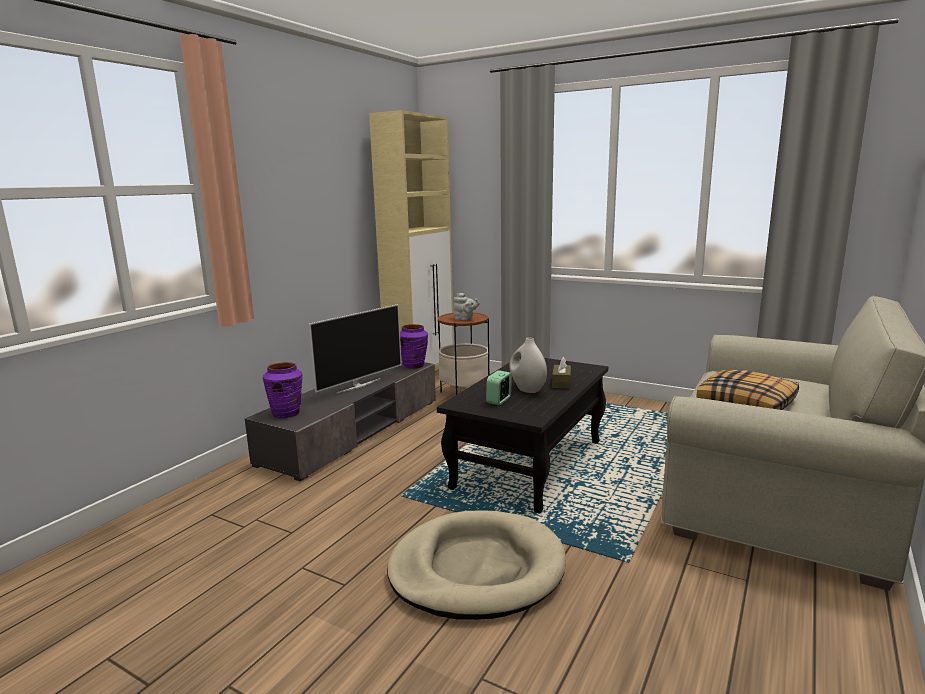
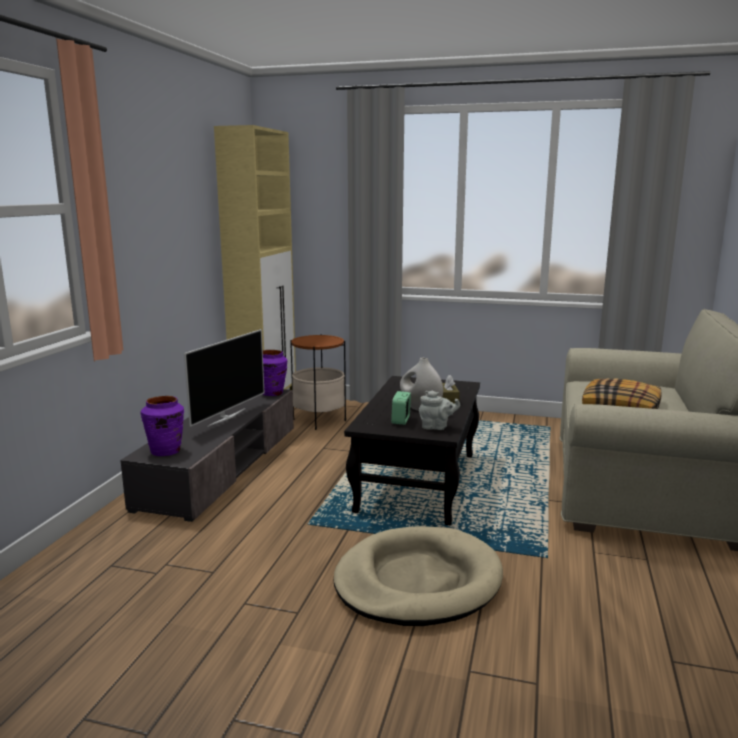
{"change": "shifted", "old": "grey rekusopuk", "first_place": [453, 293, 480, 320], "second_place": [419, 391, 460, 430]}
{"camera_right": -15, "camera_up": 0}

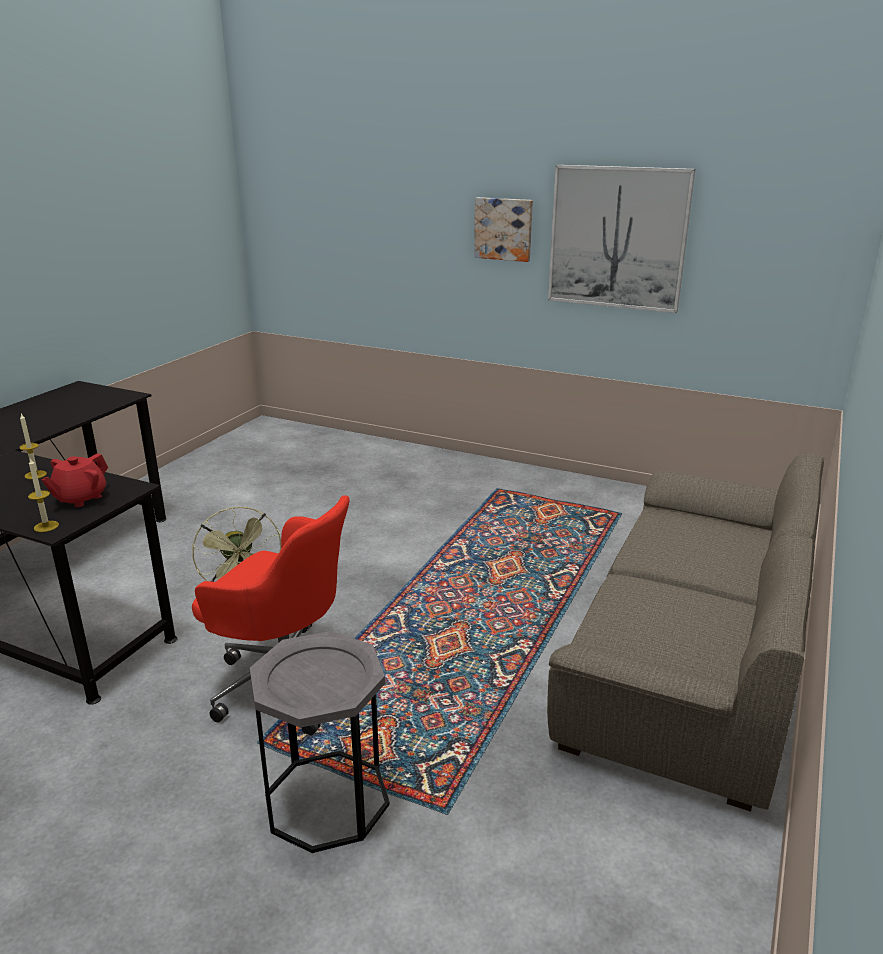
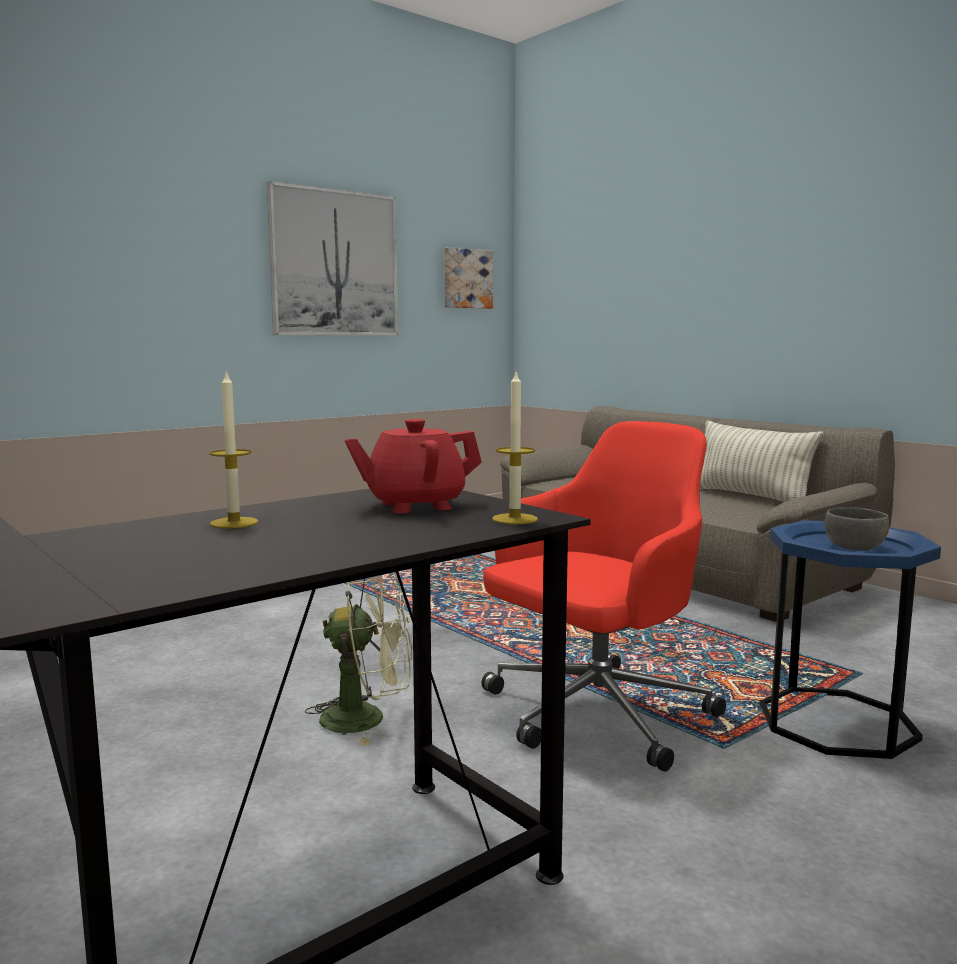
{"change": "rotated", "old": "red rekusopuk", "first_place": [42, 453, 108, 507], "second_place": [345, 419, 482, 513], "degrees": 105}
{"change": "shifted", "old": "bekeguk", "first_place": [474, 197, 533, 262], "second_place": [445, 247, 493, 309]}
{"change": "new", "new": "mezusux", "second_place": [700, 421, 824, 502]}
{"change": "repainted", "old": "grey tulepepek", "new": "blue tulepepek", "first_place": [250, 631, 390, 853], "second_place": [760, 520, 941, 759]}
{"change": "new", "new": "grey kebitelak", "second_place": [825, 507, 889, 551]}
{"camera_right": -65, "camera_up": -15}

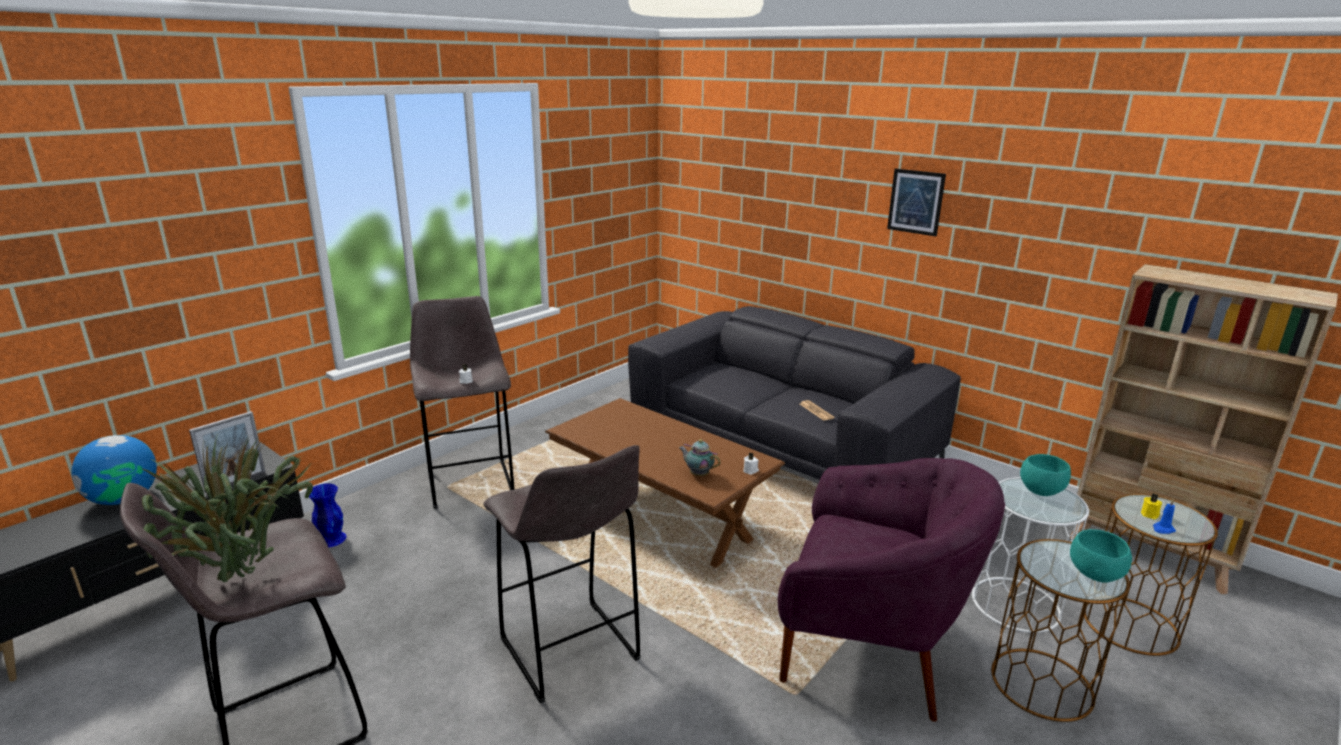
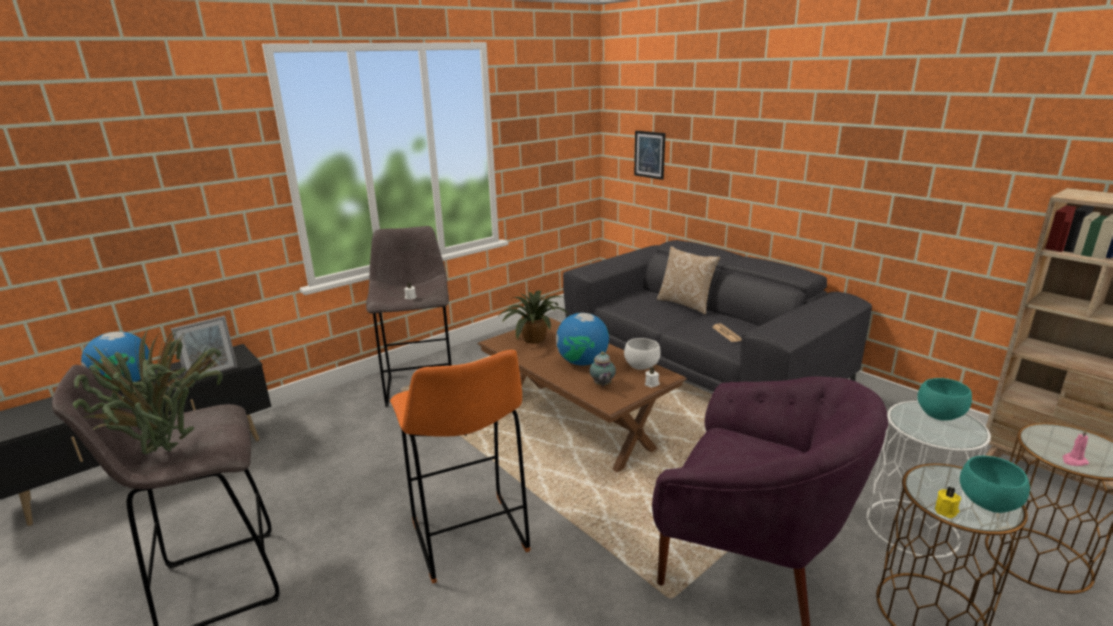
{"change": "repainted", "old": "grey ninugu", "new": "orange ninugu", "first_place": [483, 445, 641, 703], "second_place": [390, 350, 531, 584]}
{"change": "new", "new": "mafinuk", "second_place": [497, 291, 568, 344]}
{"change": "new", "new": "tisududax", "second_place": [556, 313, 609, 366]}
{"change": "rotated", "old": "rekusopuk", "first_place": [679, 439, 720, 476], "second_place": [590, 352, 616, 386], "degrees": -135}
{"change": "new", "new": "white kebitelak", "second_place": [624, 338, 660, 370]}
{"change": "shifted", "old": "bekeguk", "first_place": [887, 169, 946, 236], "second_place": [634, 131, 665, 180]}
{"change": "new", "new": "mezusux", "second_place": [657, 246, 720, 314]}
{"change": "shifted", "old": "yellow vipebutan", "first_place": [1141, 494, 1162, 520], "second_place": [935, 487, 961, 518]}
{"change": "repainted", "old": "blue vipebutan", "new": "pink vipebutan", "first_place": [1153, 499, 1176, 534], "second_place": [1062, 430, 1089, 466]}
{"change": "gone", "old": "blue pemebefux", "first_place": [309, 483, 347, 547]}
{"camera_right": 10, "camera_up": 0}

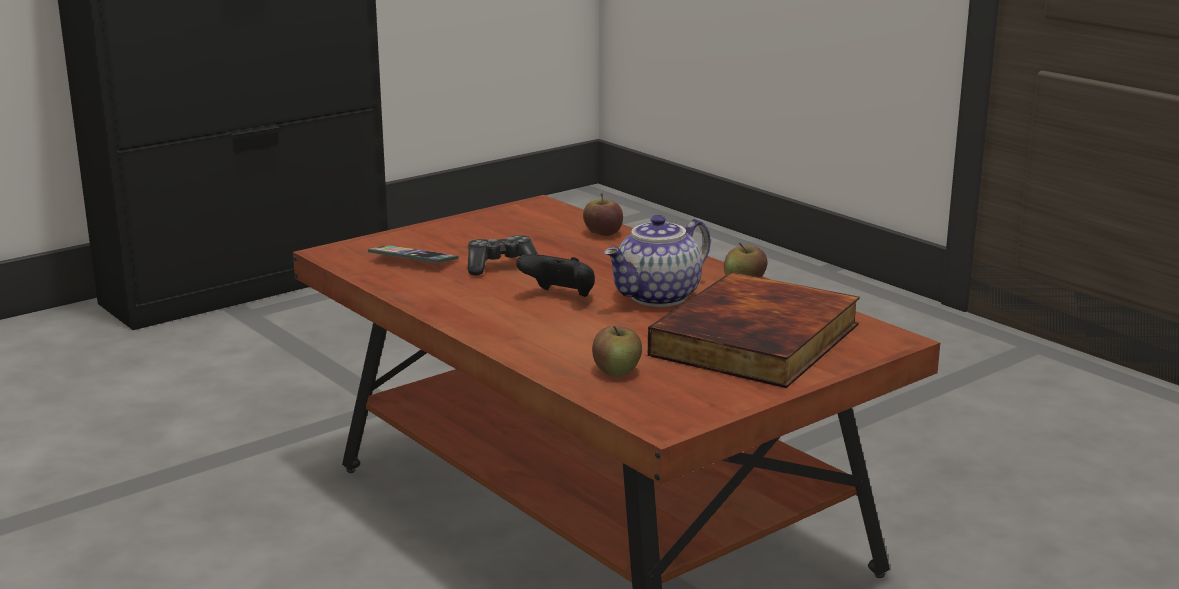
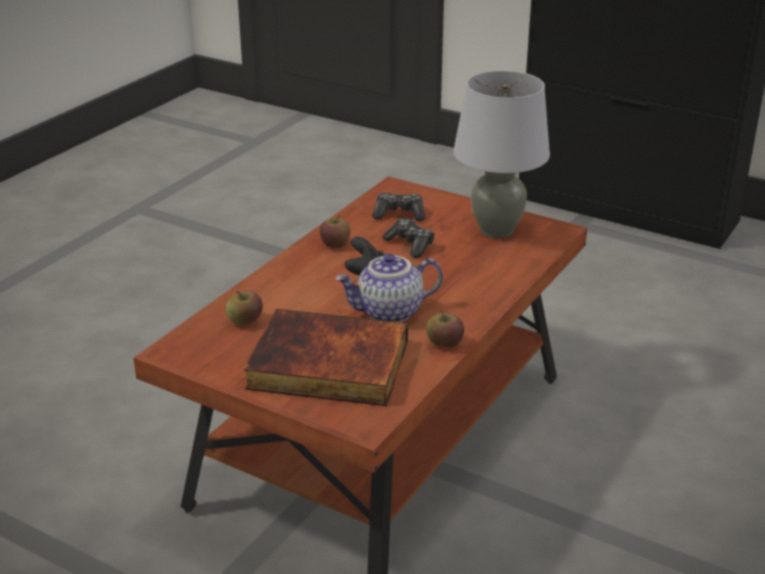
{"change": "shifted", "old": "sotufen", "first_place": [583, 193, 623, 236], "second_place": [320, 215, 350, 248]}
{"change": "rotated", "old": "rekusopuk", "first_place": [604, 215, 711, 307], "second_place": [335, 253, 443, 322], "degrees": -45}
{"change": "swapped", "old": "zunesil", "new": "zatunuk", "first_place": [368, 245, 459, 263], "second_place": [372, 193, 425, 221]}
{"change": "new", "new": "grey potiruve", "second_place": [453, 70, 550, 238]}
{"camera_right": 70, "camera_up": 10}

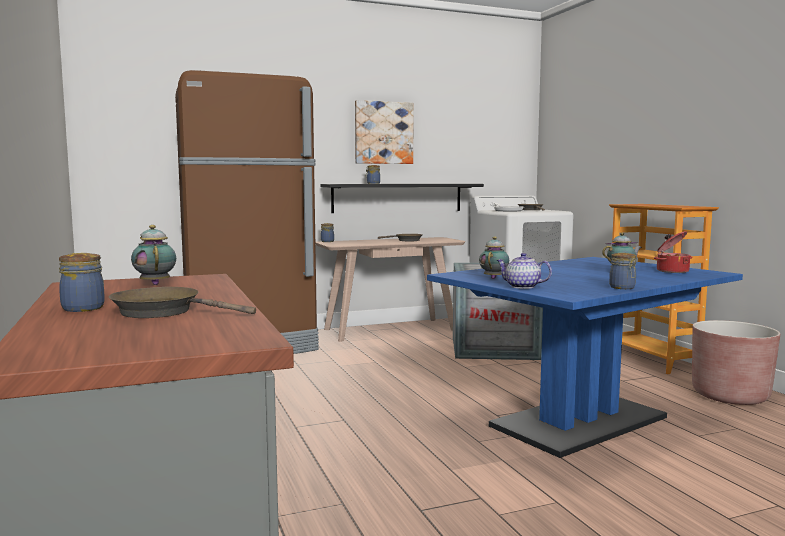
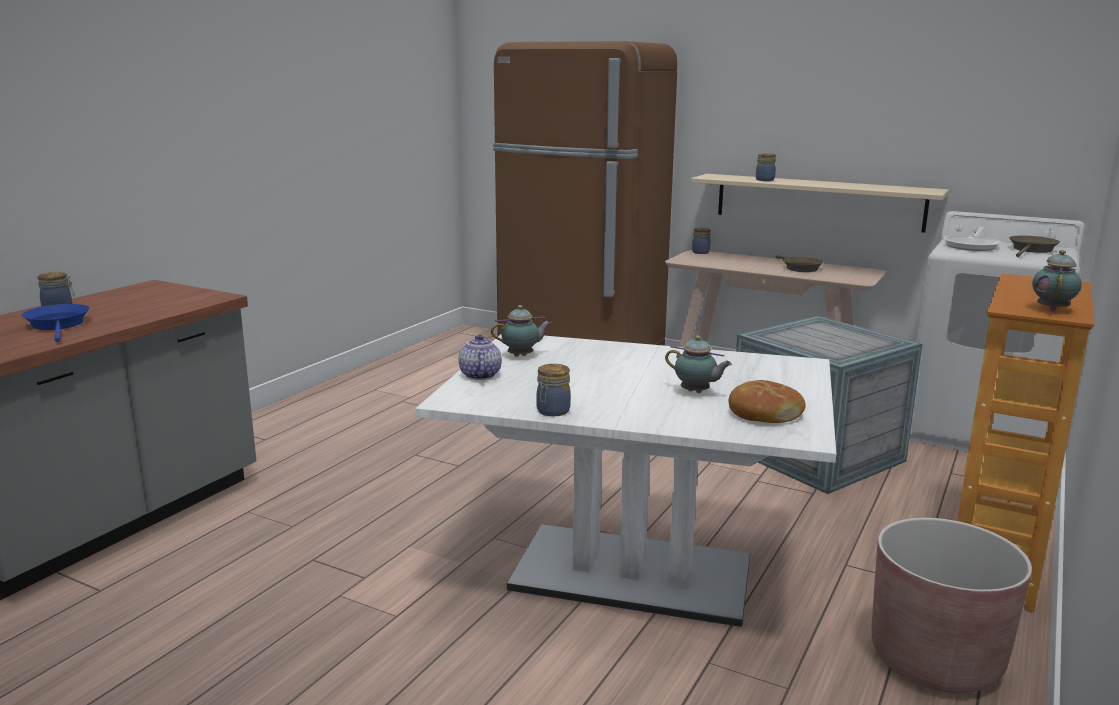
{"change": "repainted", "old": "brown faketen", "new": "blue faketen", "first_place": [108, 287, 256, 318], "second_place": [22, 304, 89, 342]}
{"change": "repainted", "old": "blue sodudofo", "new": "white sodudofo", "first_place": [427, 257, 743, 458], "second_place": [415, 334, 836, 627]}
{"change": "repainted", "old": "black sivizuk", "new": "beige sivizuk", "first_place": [320, 184, 484, 213], "second_place": [691, 174, 949, 233]}
{"change": "swapped", "old": "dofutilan", "new": "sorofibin", "first_place": [654, 231, 693, 273], "second_place": [729, 380, 806, 423]}
{"change": "shifted", "old": "rekusopuk", "first_place": [131, 225, 176, 285], "second_place": [1032, 250, 1082, 311]}
{"change": "gone", "old": "bekeguk", "first_place": [355, 100, 414, 164]}
{"camera_right": 50, "camera_up": 10}

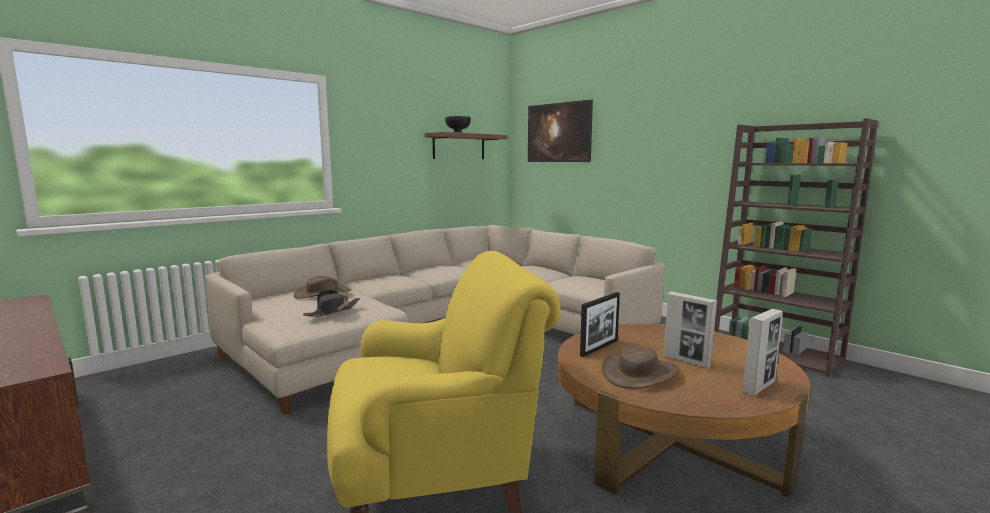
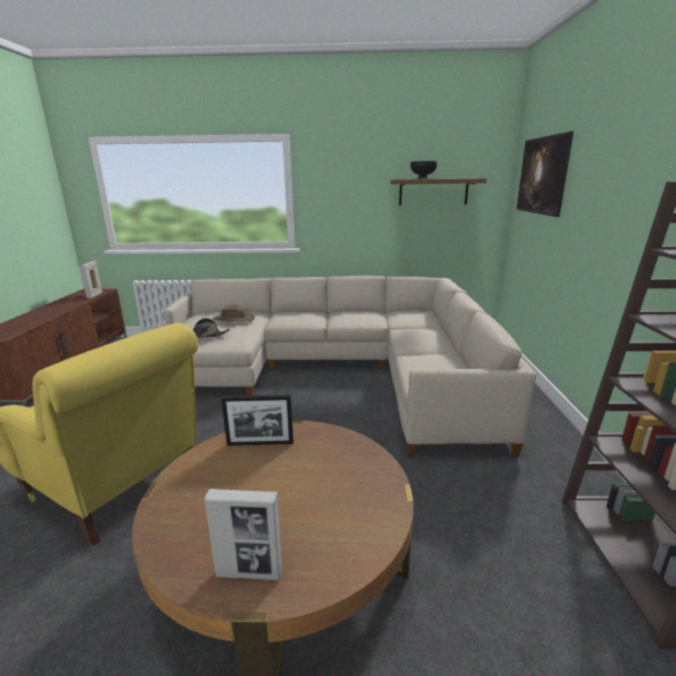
{"change": "shifted", "old": "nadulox", "first_place": [664, 291, 717, 369], "second_place": [80, 261, 103, 299]}
{"change": "gone", "old": "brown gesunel", "first_place": [602, 346, 679, 389]}
{"camera_right": 45, "camera_up": 10}

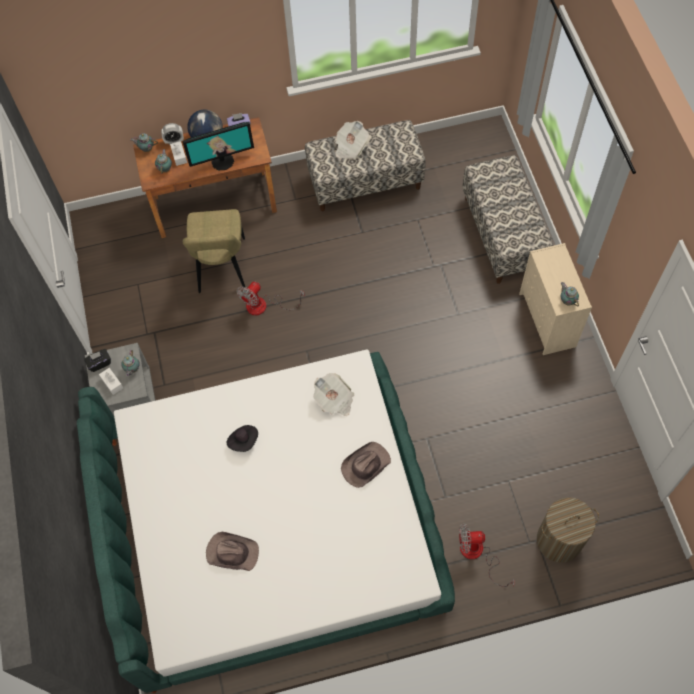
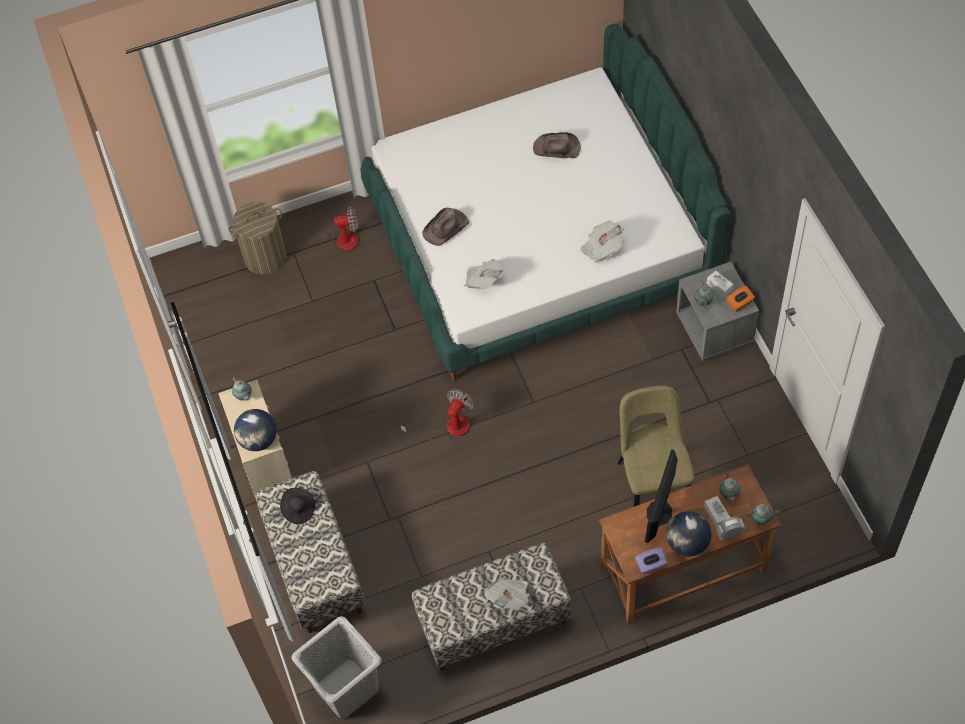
{"change": "new", "new": "tisududax", "second_place": [234, 409, 277, 451]}
{"change": "shifted", "old": "black gesunel", "first_place": [226, 425, 258, 452], "second_place": [280, 488, 315, 524]}
{"change": "new", "new": "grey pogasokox", "second_place": [291, 616, 382, 719]}
{"change": "shifted", "old": "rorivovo", "first_place": [237, 281, 305, 315], "second_place": [400, 389, 474, 442]}
{"change": "new", "new": "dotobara", "second_place": [581, 220, 624, 263]}
{"change": "rotated", "old": "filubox", "first_place": [183, 122, 254, 170], "second_place": [645, 449, 678, 543], "degrees": -45}
{"change": "repainted", "old": "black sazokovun", "new": "orange sazokovun", "first_place": [84, 349, 111, 372], "second_place": [726, 285, 755, 312]}
{"camera_right": 175, "camera_up": -5}

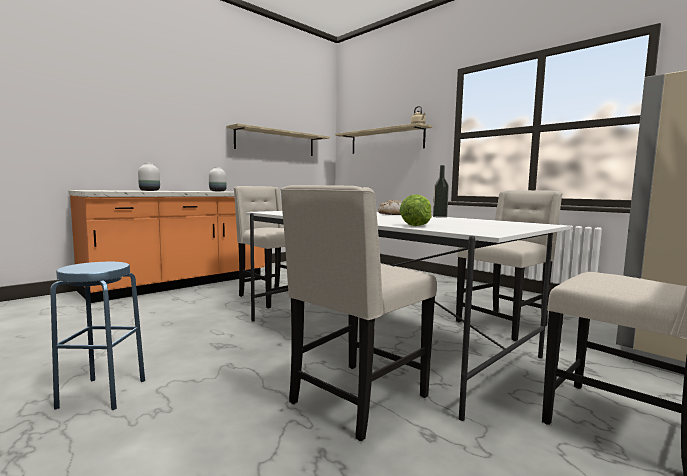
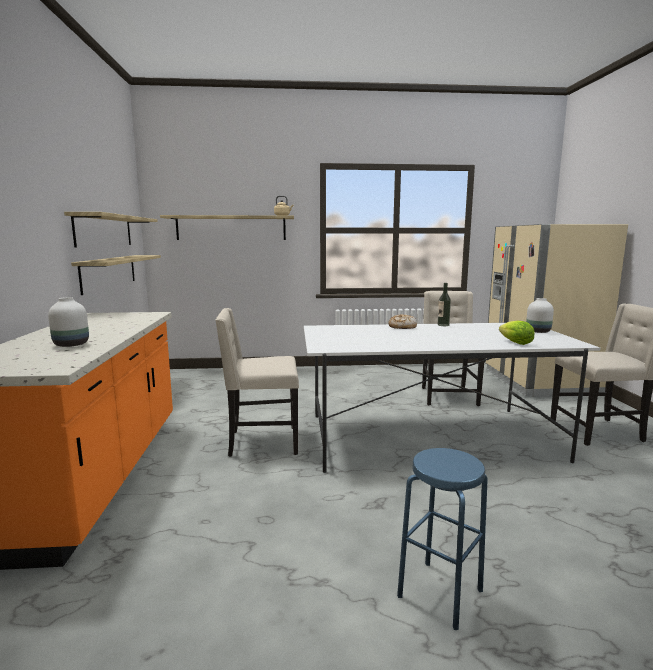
{"change": "new", "new": "sivizuk", "second_place": [71, 255, 161, 295]}
{"change": "shifted", "old": "white pemebefux", "first_place": [209, 167, 227, 191], "second_place": [526, 298, 554, 333]}
{"change": "gone", "old": "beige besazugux", "first_place": [280, 185, 437, 442]}
{"camera_right": -50, "camera_up": 5}

